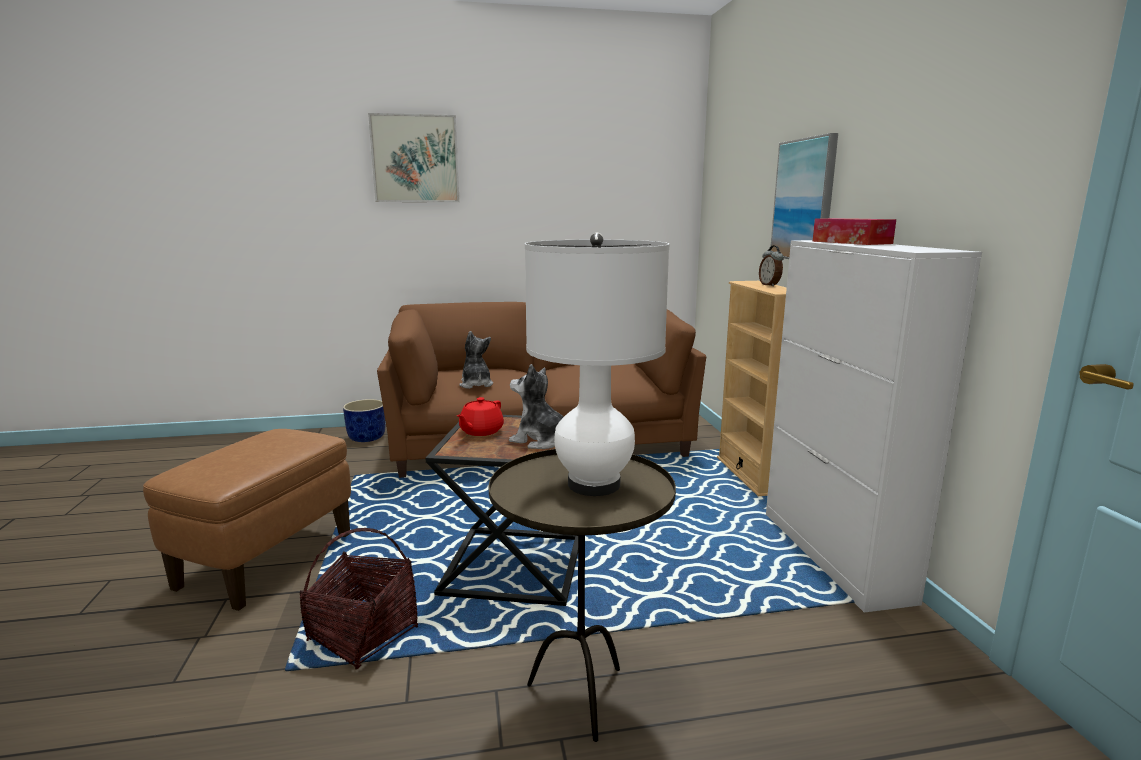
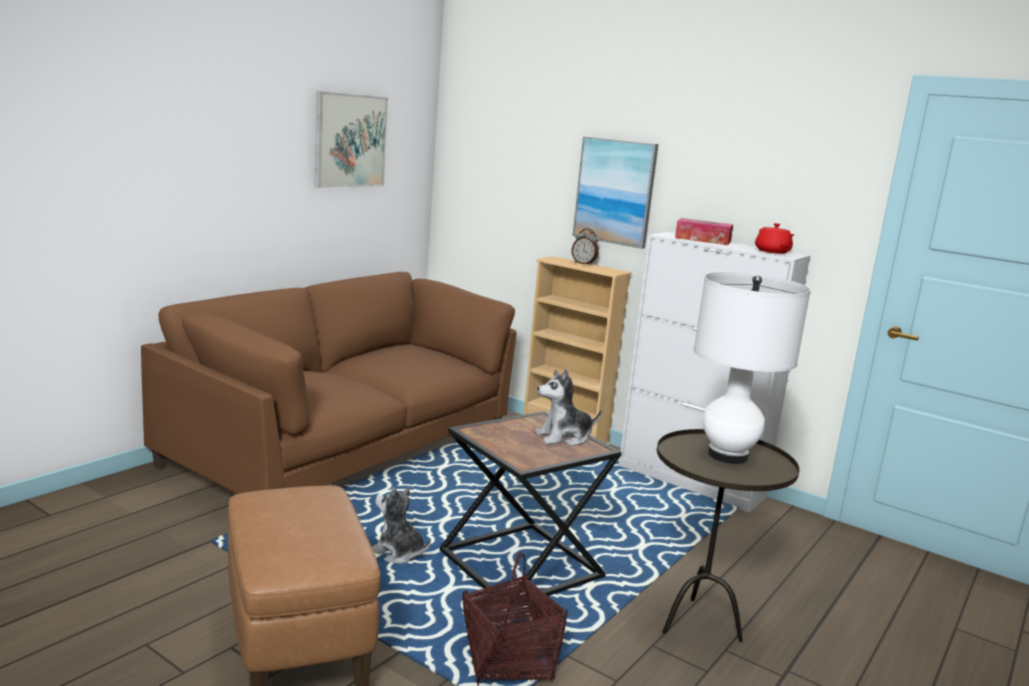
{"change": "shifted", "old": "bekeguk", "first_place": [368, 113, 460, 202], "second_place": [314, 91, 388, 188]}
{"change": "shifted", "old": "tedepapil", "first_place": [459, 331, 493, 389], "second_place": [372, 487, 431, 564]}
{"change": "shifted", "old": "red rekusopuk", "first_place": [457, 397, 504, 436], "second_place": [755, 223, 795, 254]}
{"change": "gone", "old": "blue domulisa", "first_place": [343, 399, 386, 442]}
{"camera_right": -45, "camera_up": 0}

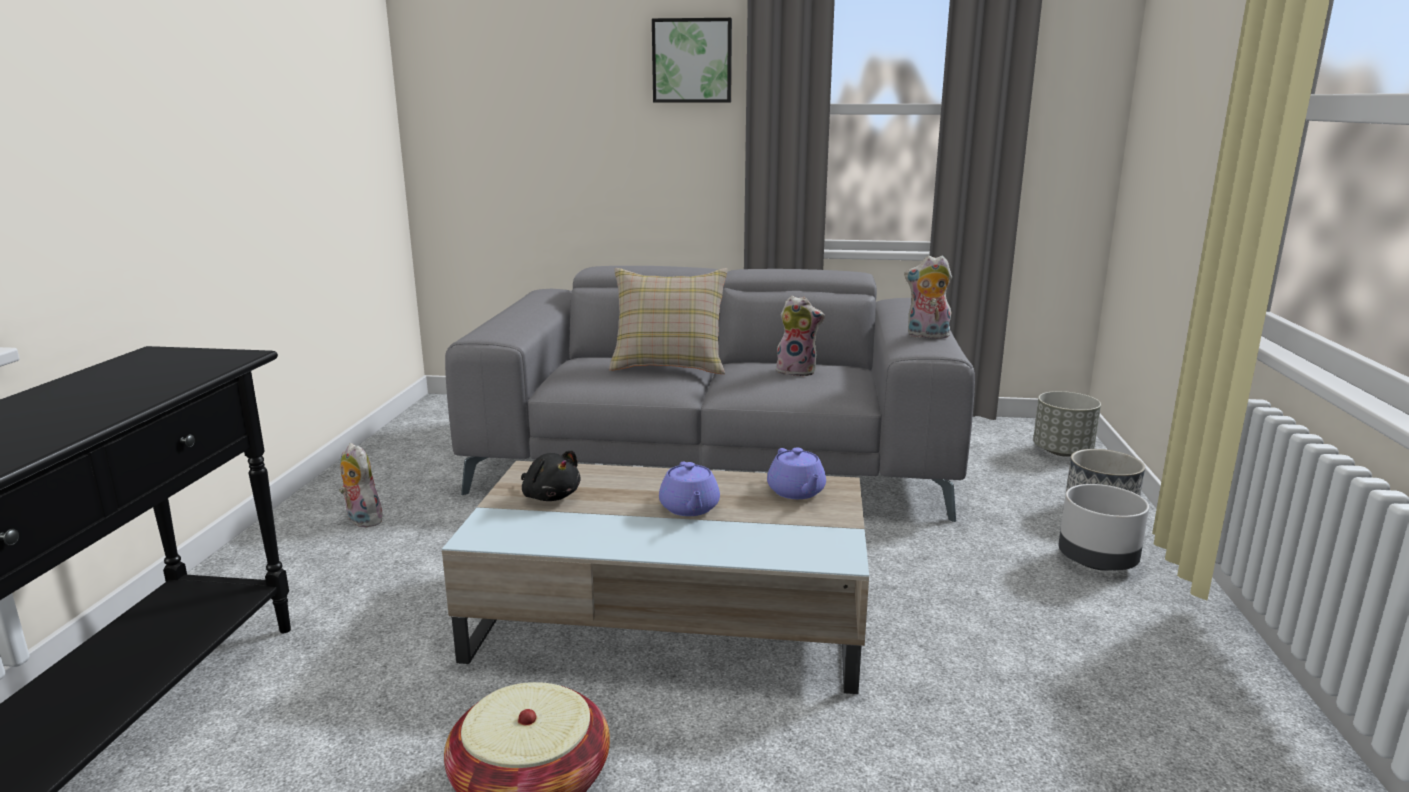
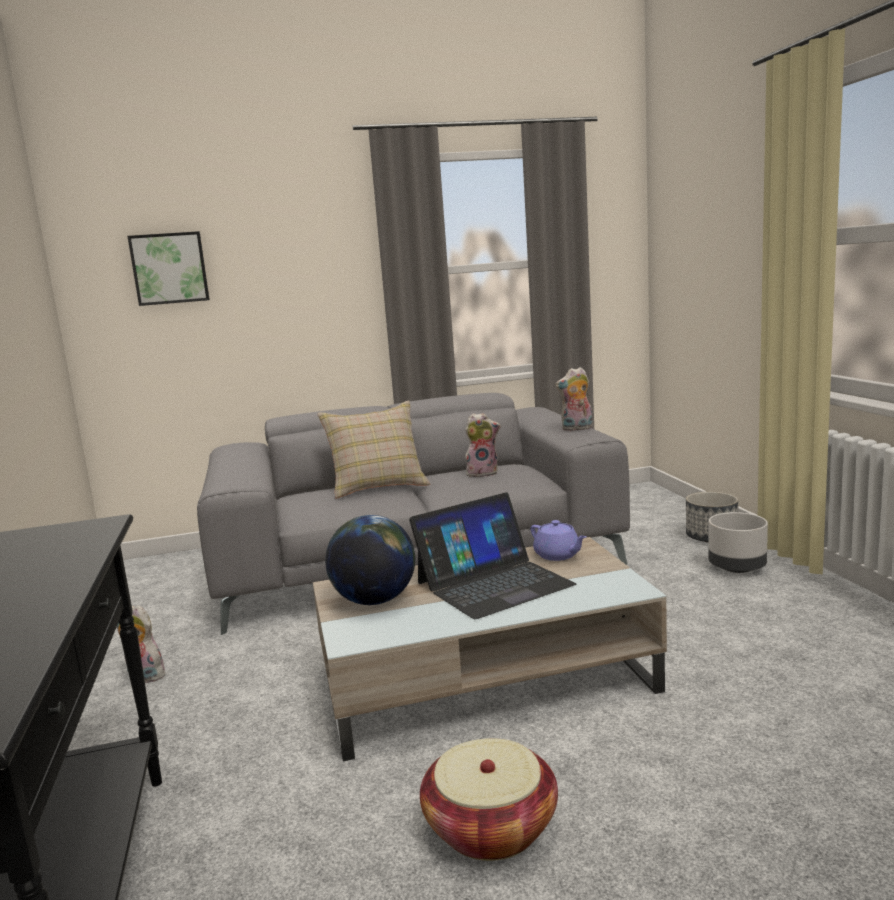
{"change": "shifted", "old": "bekeguk", "first_place": [652, 18, 732, 102], "second_place": [128, 231, 210, 306]}
{"change": "swapped", "old": "black tedepapil", "new": "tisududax", "first_place": [521, 450, 581, 501], "second_place": [325, 515, 415, 605]}
{"change": "swapped", "old": "purple rekusopuk", "new": "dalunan", "first_place": [659, 461, 720, 516], "second_place": [409, 492, 576, 619]}
{"change": "gone", "old": "grey domulisa", "first_place": [1033, 391, 1101, 457]}
{"camera_right": -20, "camera_up": -5}

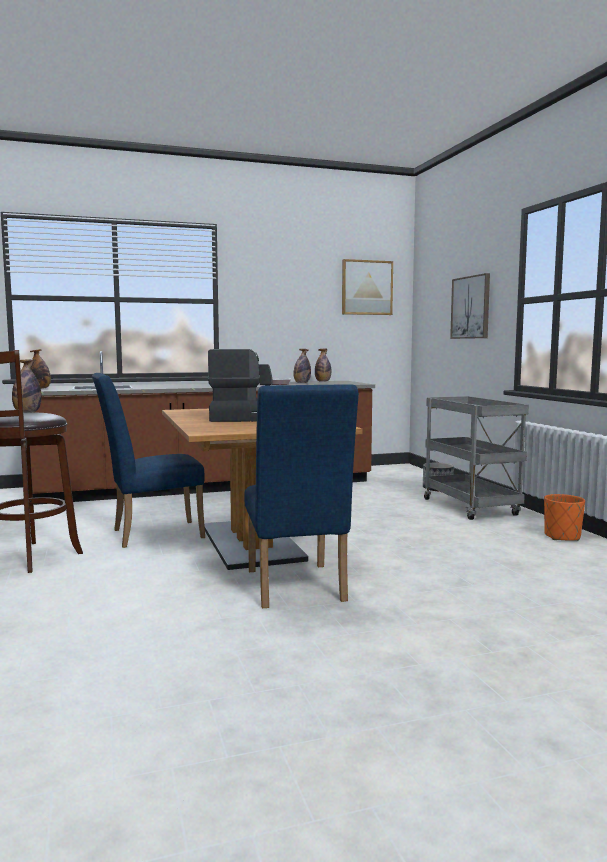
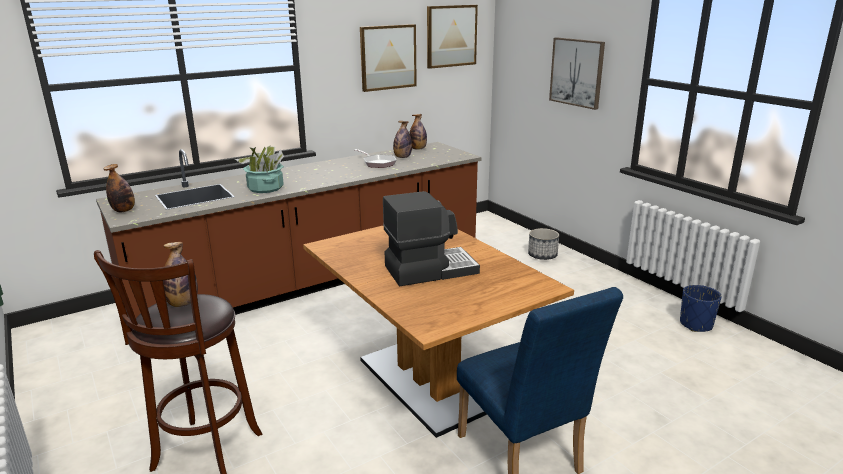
{"change": "new", "new": "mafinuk", "second_place": [234, 145, 284, 193]}
{"change": "new", "new": "bekeguk", "second_place": [360, 24, 417, 92]}
{"change": "repainted", "old": "orange domulisa", "new": "blue domulisa", "first_place": [544, 494, 585, 541], "second_place": [680, 285, 722, 332]}
{"change": "gone", "old": "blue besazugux", "first_place": [92, 373, 205, 548]}
{"change": "gone", "old": "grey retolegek", "first_place": [424, 396, 529, 520]}
{"camera_right": -15, "camera_up": 15}

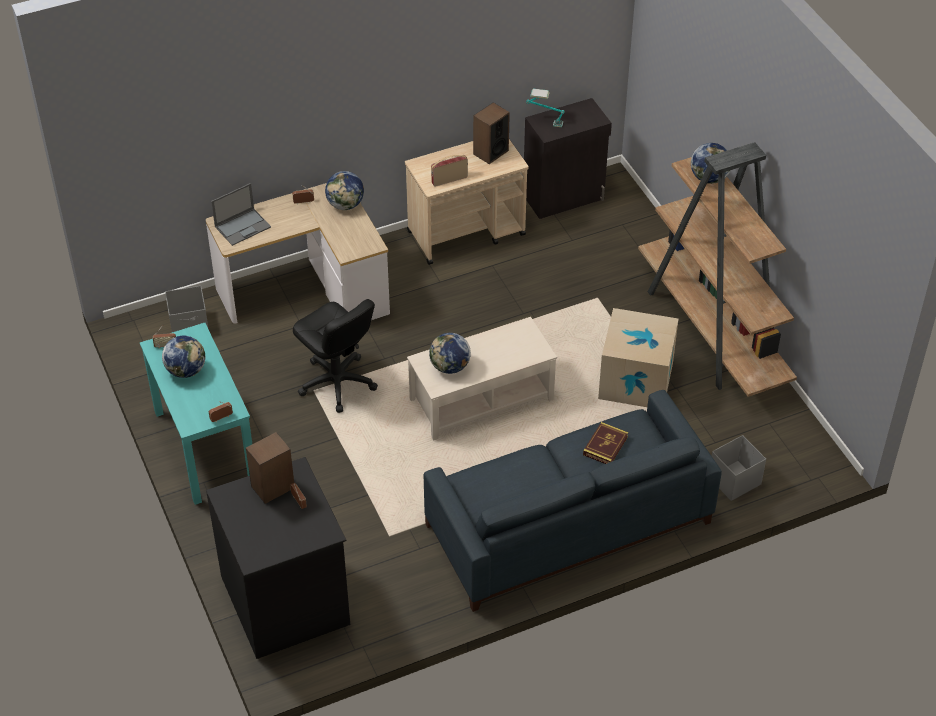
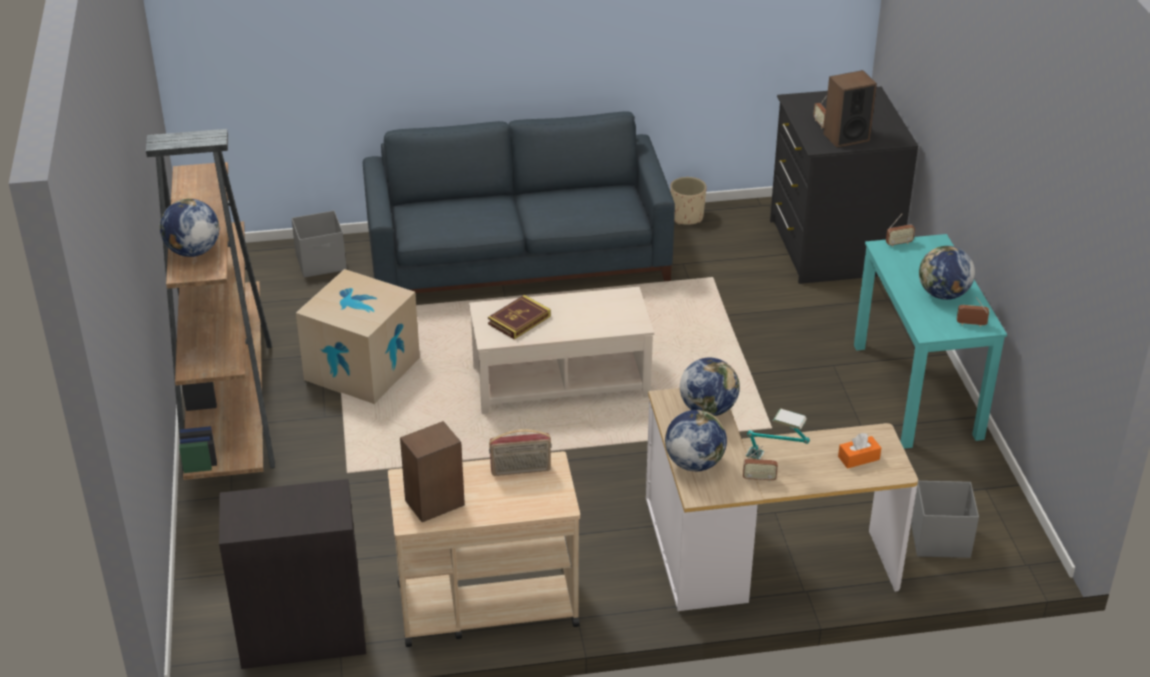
{"change": "shifted", "old": "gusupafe", "first_place": [583, 422, 628, 464], "second_place": [488, 295, 551, 339]}
{"change": "new", "new": "beige domulisa", "second_place": [670, 177, 707, 225]}
{"change": "shifted", "old": "tisududax", "first_place": [429, 333, 471, 374], "second_place": [680, 357, 740, 416]}
{"change": "shifted", "old": "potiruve", "first_place": [526, 89, 565, 127], "second_place": [746, 409, 810, 459]}
{"change": "swapped", "old": "dalunan", "new": "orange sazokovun", "first_place": [211, 183, 271, 246], "second_place": [838, 433, 881, 469]}
{"change": "gone", "old": "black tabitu", "first_place": [293, 299, 378, 413]}
{"camera_right": -165, "camera_up": -10}

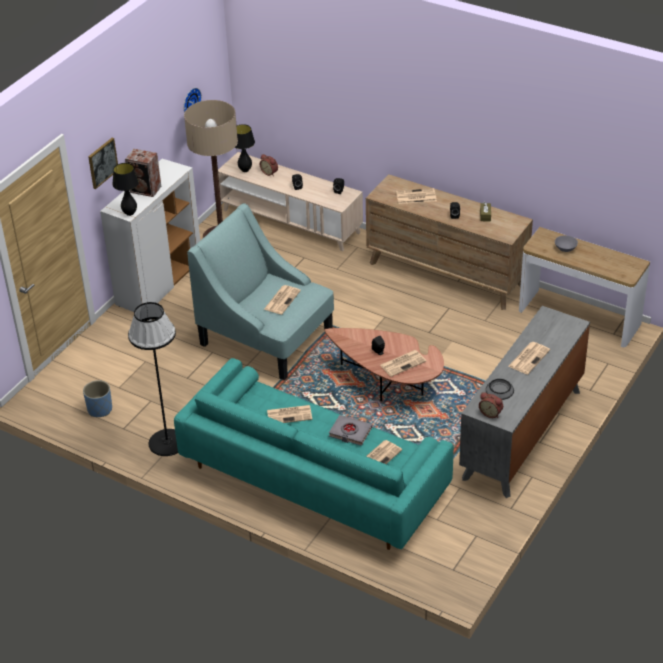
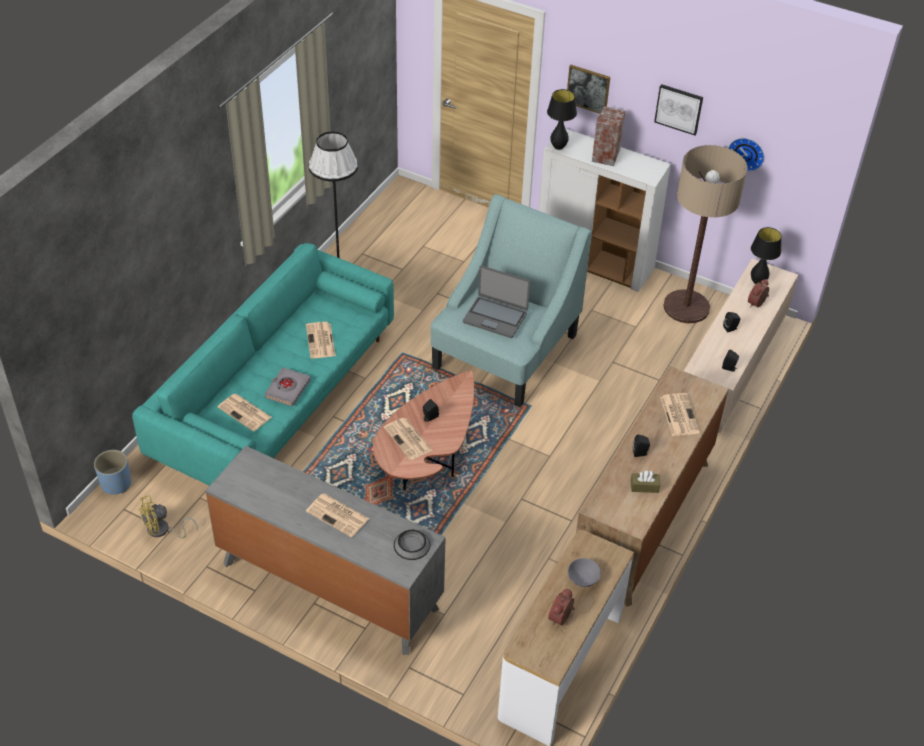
{"change": "shifted", "old": "blue domulisa", "first_place": [83, 380, 112, 417], "second_place": [94, 450, 131, 495]}
{"change": "new", "new": "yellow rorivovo", "second_place": [139, 496, 197, 539]}
{"change": "shifted", "old": "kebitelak", "first_place": [486, 379, 514, 400], "second_place": [394, 530, 430, 560]}
{"change": "swapped", "old": "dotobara", "new": "dalunan", "first_place": [264, 285, 301, 315], "second_place": [463, 265, 530, 338]}
{"change": "shifted", "old": "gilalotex", "first_place": [479, 392, 503, 418], "second_place": [548, 588, 574, 625]}
{"change": "new", "new": "bekeguk", "second_place": [654, 84, 703, 135]}
{"camera_right": 85, "camera_up": 5}

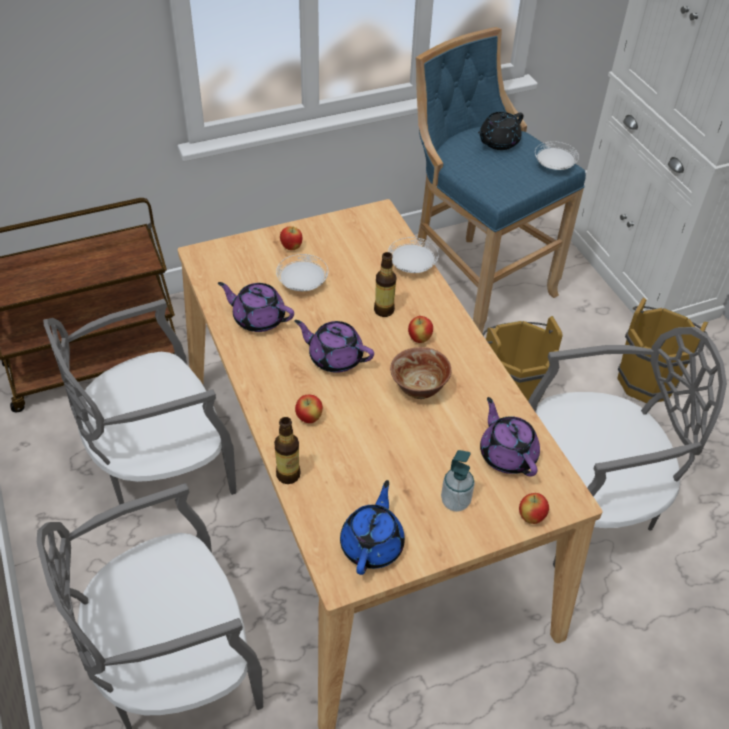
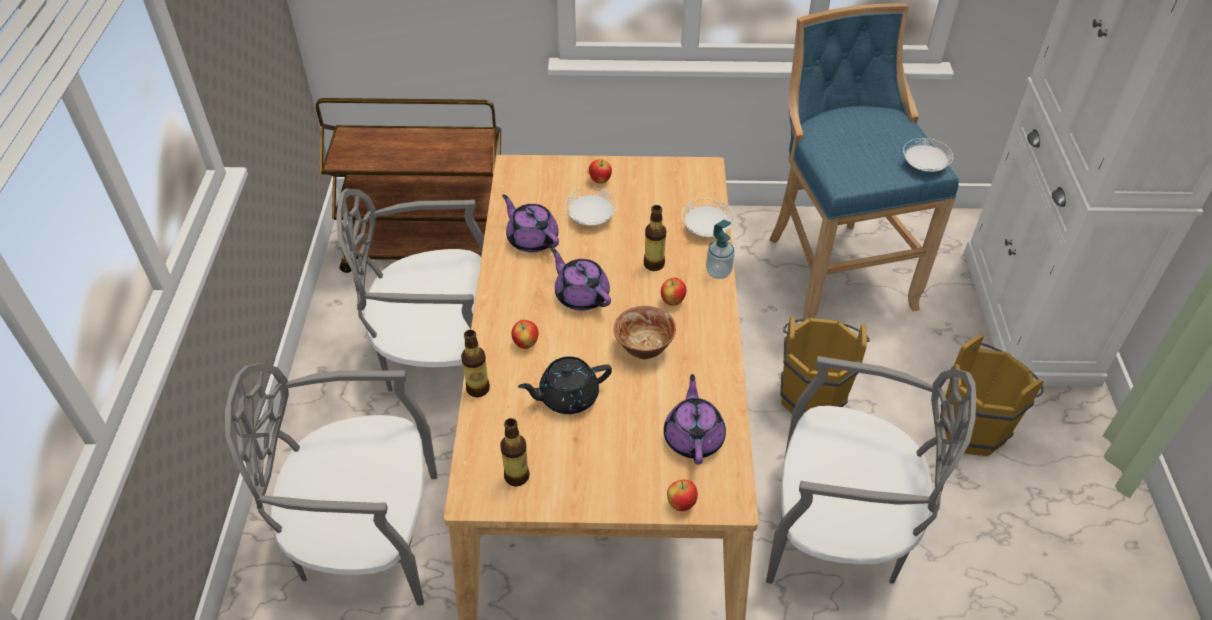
{"change": "swapped", "old": "blue rekusopuk", "new": "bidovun", "first_place": [340, 480, 405, 575], "second_place": [500, 418, 530, 487]}
{"change": "shifted", "old": "black rekusopuk", "first_place": [478, 112, 524, 150], "second_place": [518, 356, 612, 414]}
{"change": "shifted", "old": "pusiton", "first_place": [441, 450, 475, 512], "second_place": [706, 220, 735, 279]}
{"camera_right": 25, "camera_up": 0}

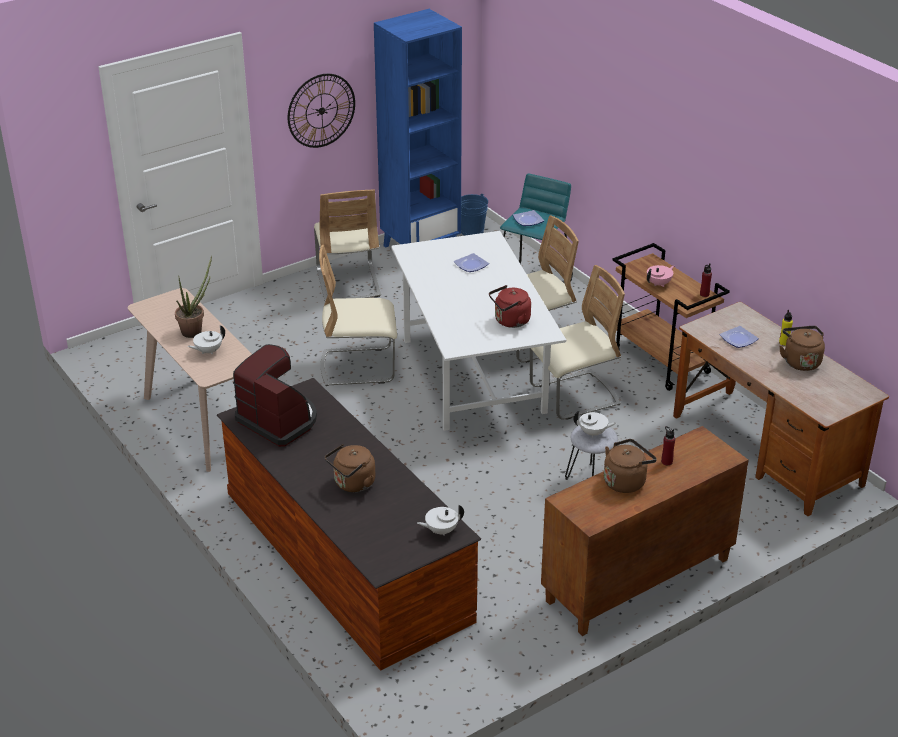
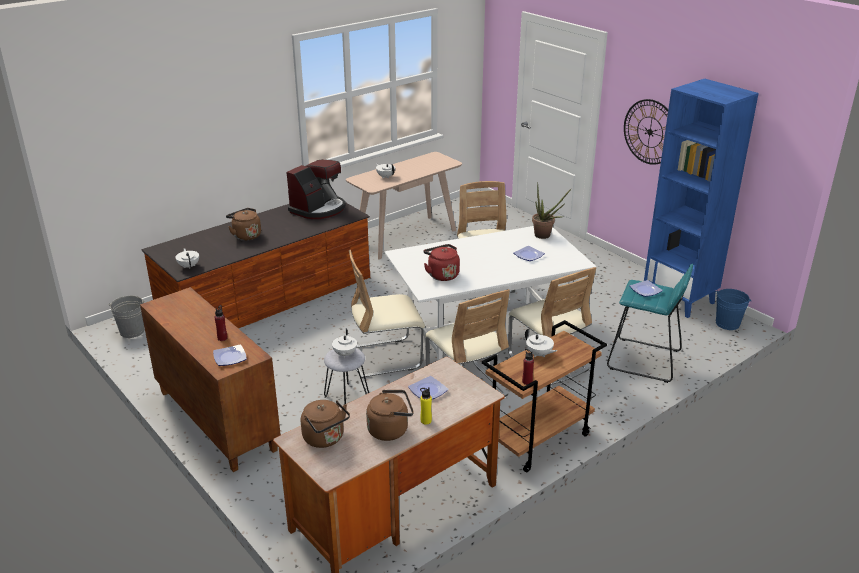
{"change": "new", "new": "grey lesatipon", "second_place": [108, 296, 145, 338]}
{"change": "new", "new": "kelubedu", "second_place": [213, 344, 247, 366]}
{"change": "shifted", "old": "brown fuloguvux", "first_place": [603, 439, 657, 493], "second_place": [301, 400, 350, 448]}
{"change": "shifted", "old": "beige besazugux", "first_place": [314, 189, 381, 301], "second_place": [349, 250, 425, 378]}
{"change": "repainted", "old": "pink rekusopuk", "new": "white rekusopuk", "first_place": [647, 265, 675, 287], "second_place": [525, 328, 557, 357]}
{"change": "shifted", "old": "mafinuk", "first_place": [175, 255, 212, 338], "second_place": [532, 182, 571, 239]}
{"camera_right": 85, "camera_up": -5}

